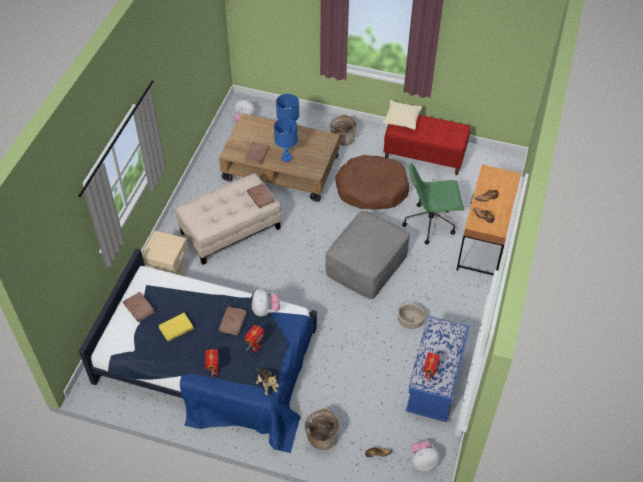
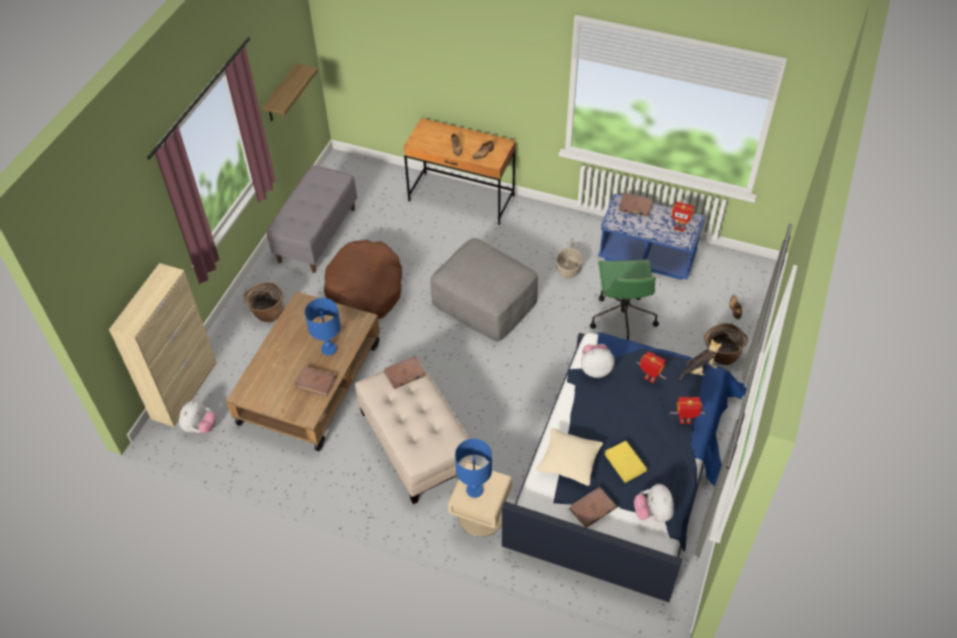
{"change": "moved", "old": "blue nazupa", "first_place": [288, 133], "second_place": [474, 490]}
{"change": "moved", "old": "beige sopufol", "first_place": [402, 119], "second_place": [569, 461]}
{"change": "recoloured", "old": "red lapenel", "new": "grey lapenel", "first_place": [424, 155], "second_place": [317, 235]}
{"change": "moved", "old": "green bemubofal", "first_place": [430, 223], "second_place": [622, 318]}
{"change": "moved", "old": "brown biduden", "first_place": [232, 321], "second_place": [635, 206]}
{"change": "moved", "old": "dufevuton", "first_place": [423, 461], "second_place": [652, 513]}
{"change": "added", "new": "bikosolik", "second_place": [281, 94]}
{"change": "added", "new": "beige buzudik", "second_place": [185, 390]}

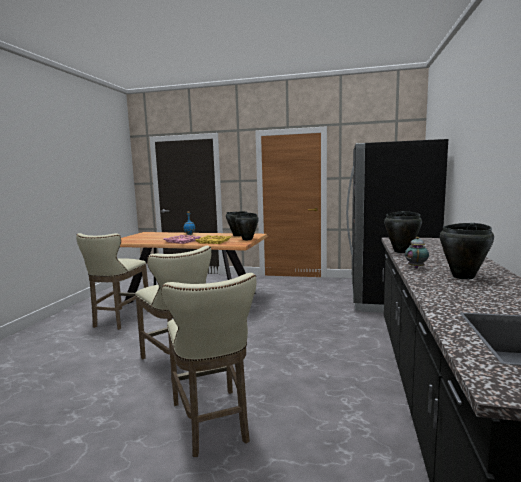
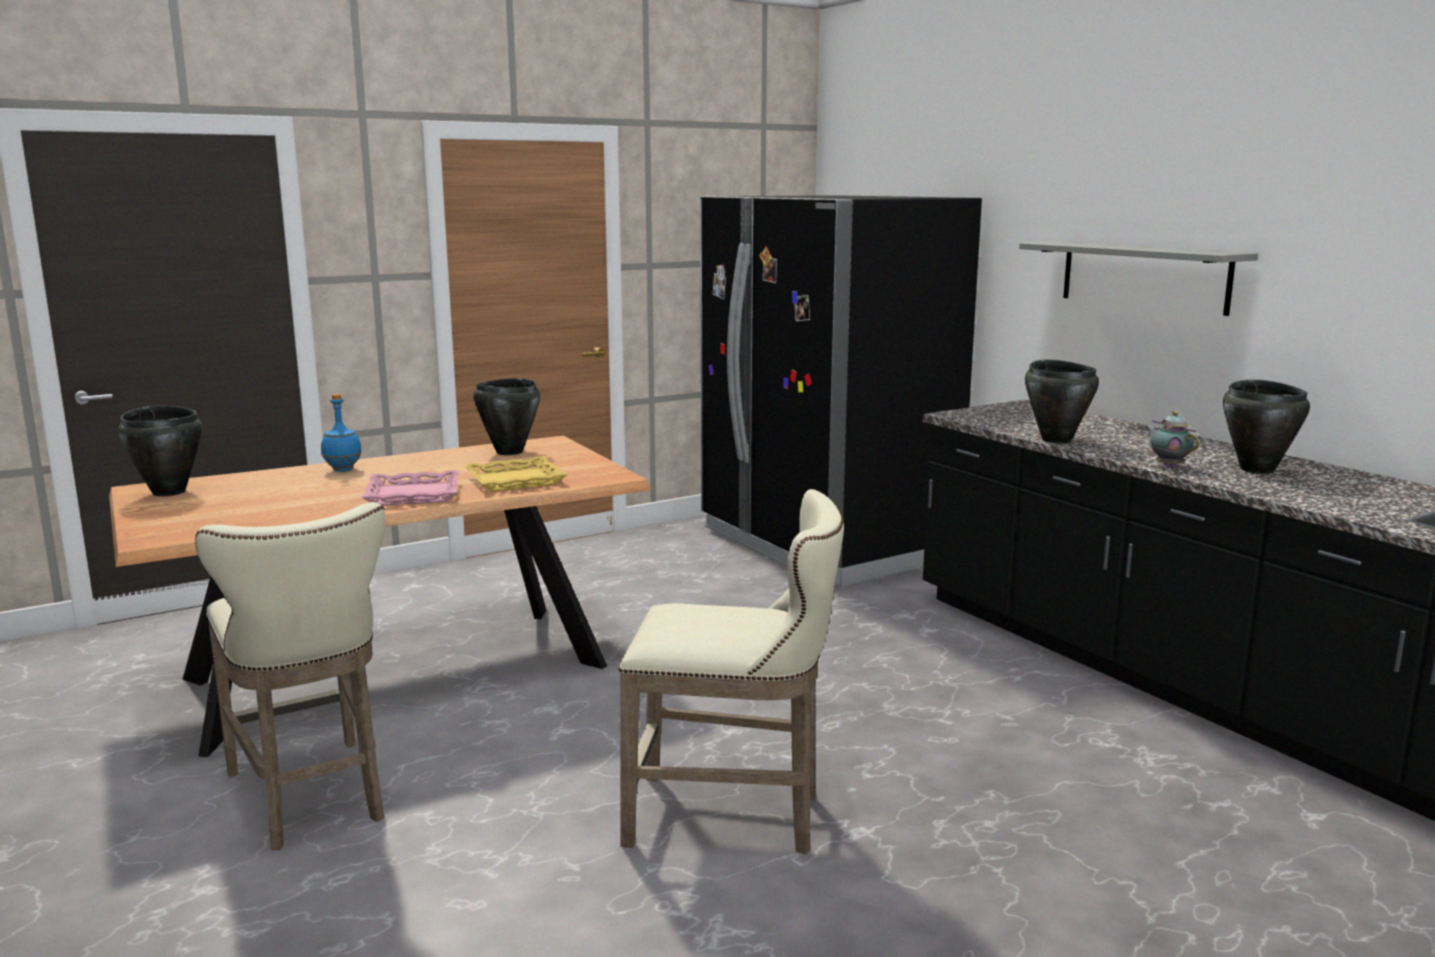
{"change": "moved", "old": "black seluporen", "first_place": [247, 239], "second_place": [169, 492]}
{"change": "removed", "old": "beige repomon", "first_place": [212, 424]}
{"change": "added", "new": "grey bikosolik", "second_place": [1143, 276]}

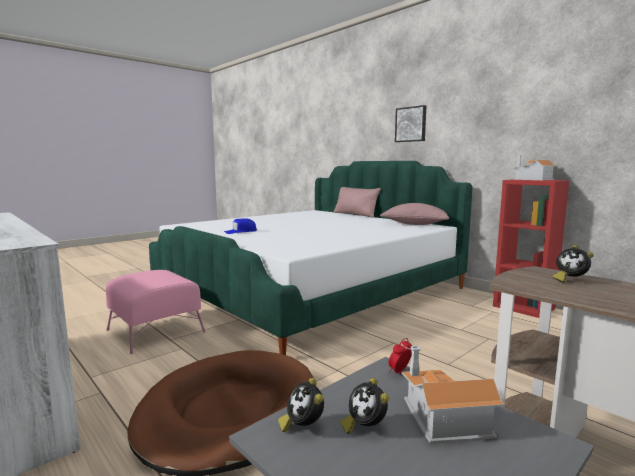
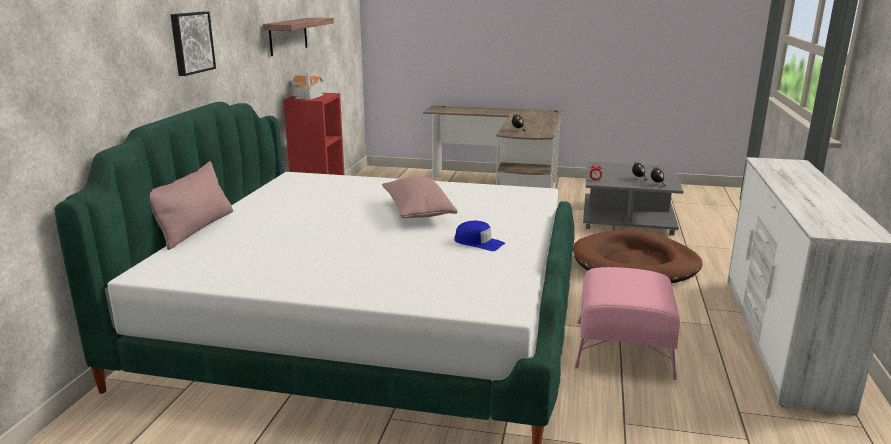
{"change": "moved", "old": "pink sopufol", "first_place": [415, 224], "second_place": [417, 212]}
{"change": "removed", "old": "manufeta", "first_place": [441, 418]}
{"change": "added", "new": "bikosolik", "second_place": [288, 36]}

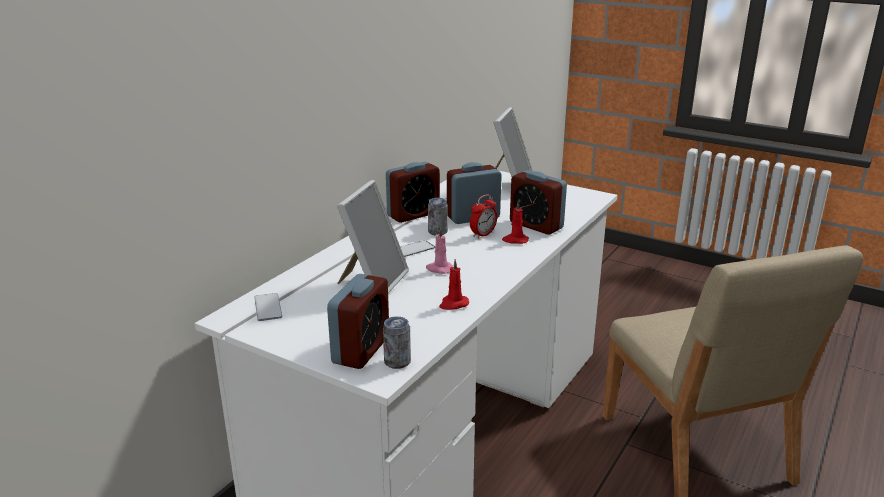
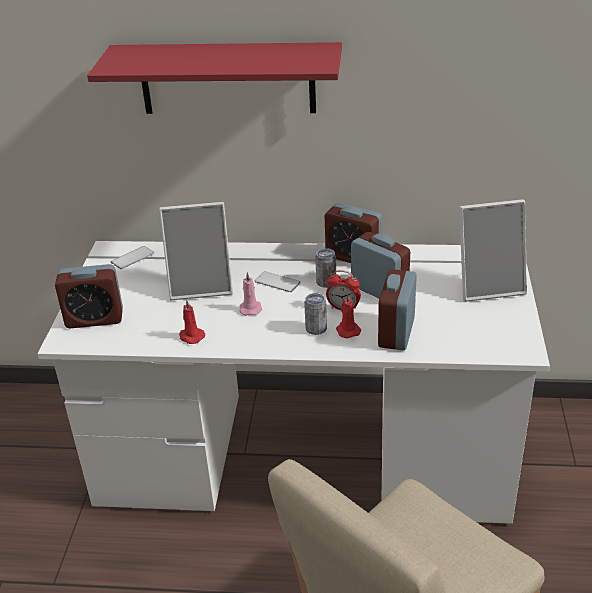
{"change": "moved", "old": "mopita", "first_place": [397, 362], "second_place": [316, 329]}
{"change": "added", "new": "red bikosolik", "second_place": [227, 78]}

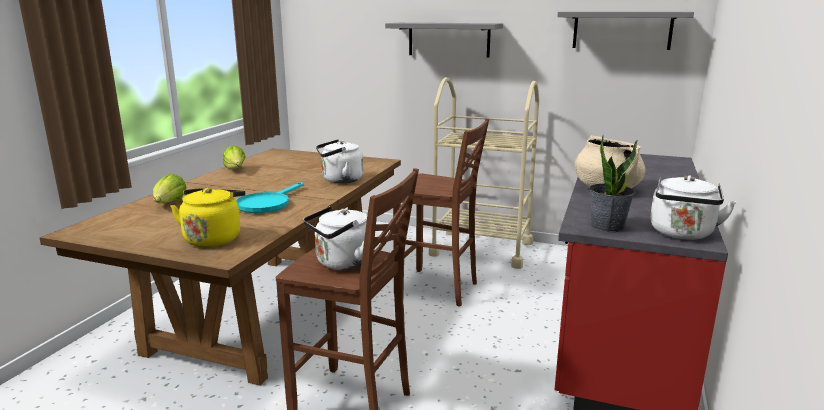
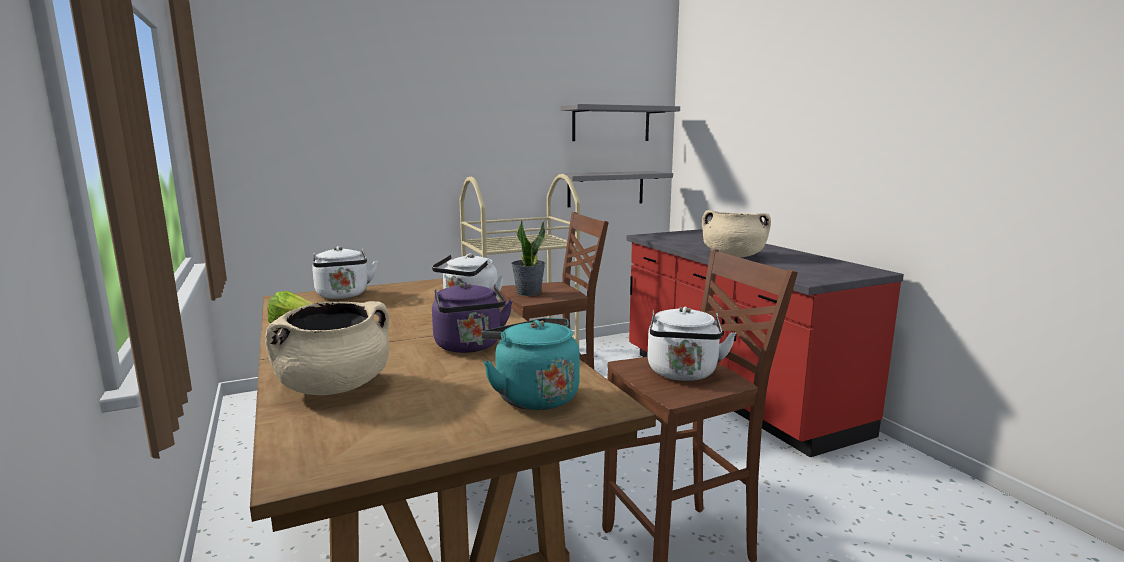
{"change": "moved", "old": "grey bikosolik", "first_place": [448, 39], "second_place": [605, 188]}
{"change": "moved", "old": "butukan", "first_place": [607, 226], "second_place": [528, 292]}
{"change": "replaced", "old": "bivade", "new": "beige seluporen", "first_place": [169, 204], "second_place": [335, 387]}
{"change": "moved", "old": "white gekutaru", "first_place": [682, 234], "second_place": [343, 295]}
{"change": "replaced", "old": "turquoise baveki", "new": "purple gekutaru", "first_place": [267, 204], "second_place": [469, 347]}
{"change": "recoloured", "old": "yellow gekutaru", "new": "turquoise gekutaru", "first_place": [213, 238], "second_place": [533, 396]}

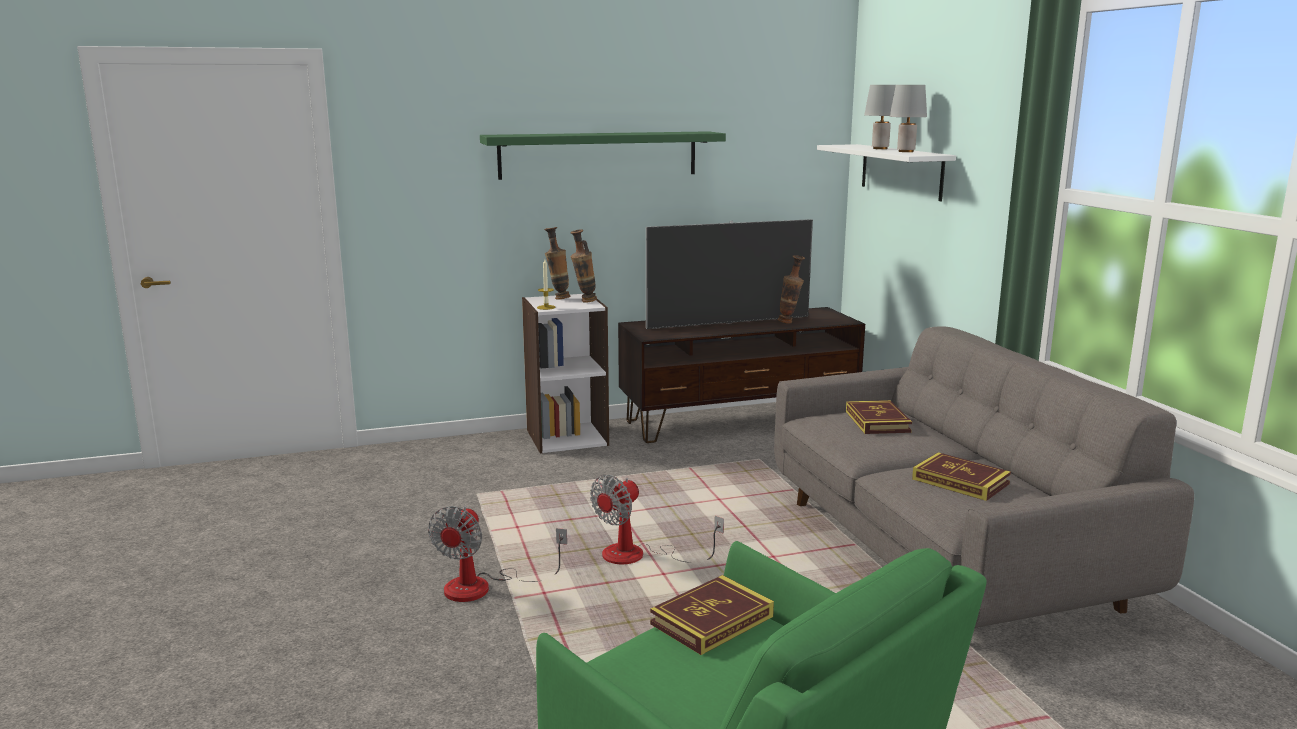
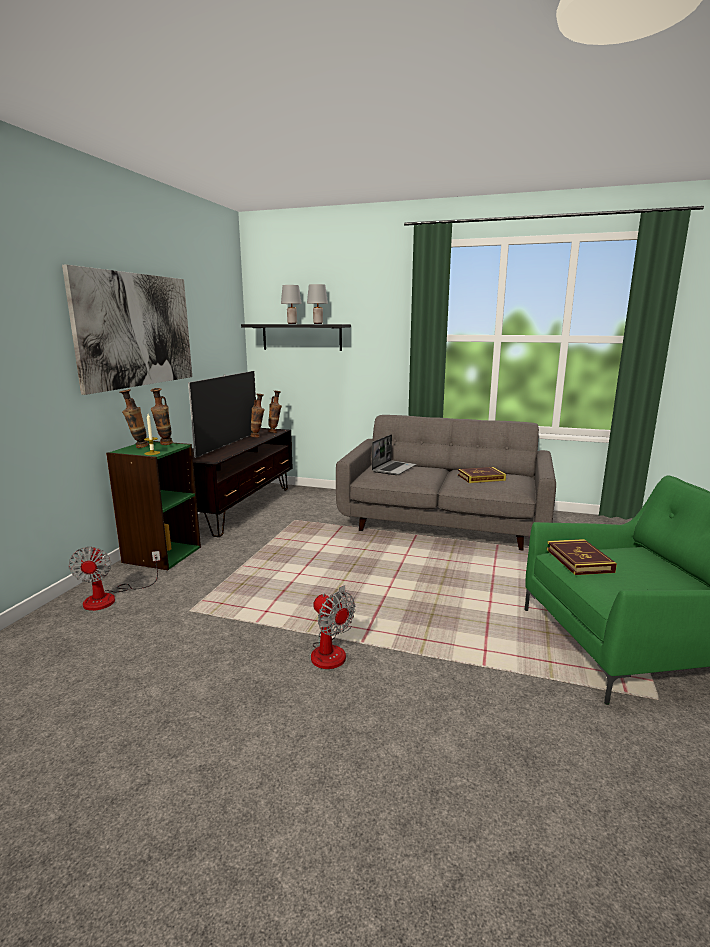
{"change": "replaced", "old": "green bikosolik", "new": "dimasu", "first_place": [598, 155], "second_place": [136, 330]}
{"change": "recoloured", "old": "white bikosolik", "new": "black bikosolik", "first_place": [901, 171], "second_place": [301, 337]}
{"change": "recoloured", "old": "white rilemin", "new": "green rilemin", "first_place": [567, 437], "second_place": [161, 554]}
{"change": "replaced", "old": "biduden", "new": "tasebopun", "first_place": [877, 421], "second_place": [393, 468]}
{"change": "moved", "old": "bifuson", "first_place": [639, 556], "second_place": [110, 598]}
{"change": "added", "new": "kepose", "second_place": [275, 432]}

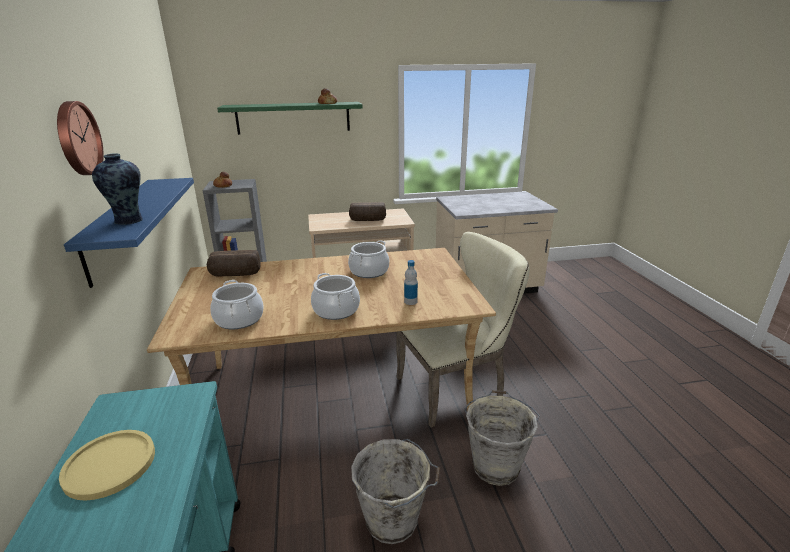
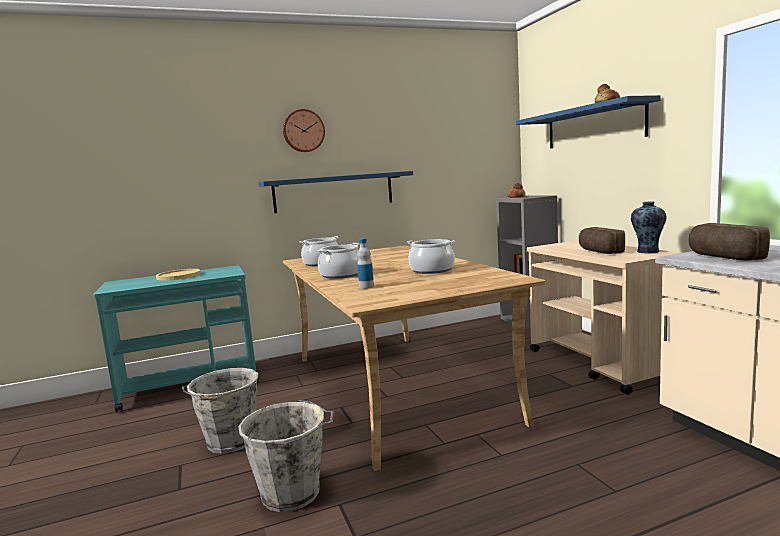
{"change": "recoloured", "old": "green bikosolik", "new": "blue bikosolik", "first_place": [293, 118], "second_place": [593, 126]}
{"change": "moved", "old": "kepose", "first_place": [129, 221], "second_place": [647, 252]}
{"change": "removed", "old": "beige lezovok", "first_place": [456, 387]}
{"change": "moved", "old": "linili", "first_place": [235, 274], "second_place": [723, 257]}

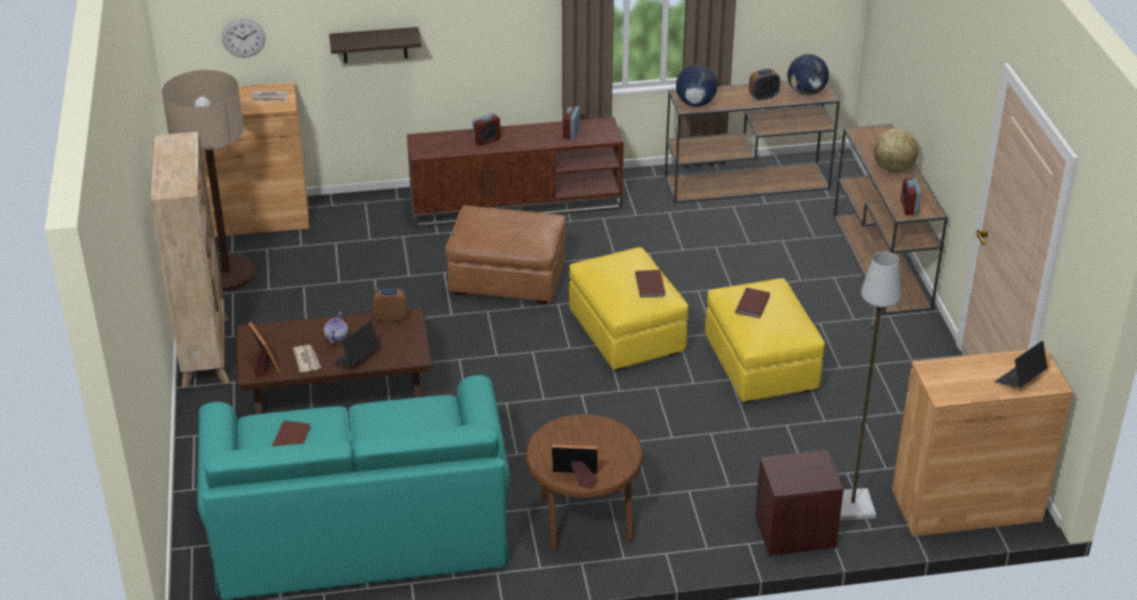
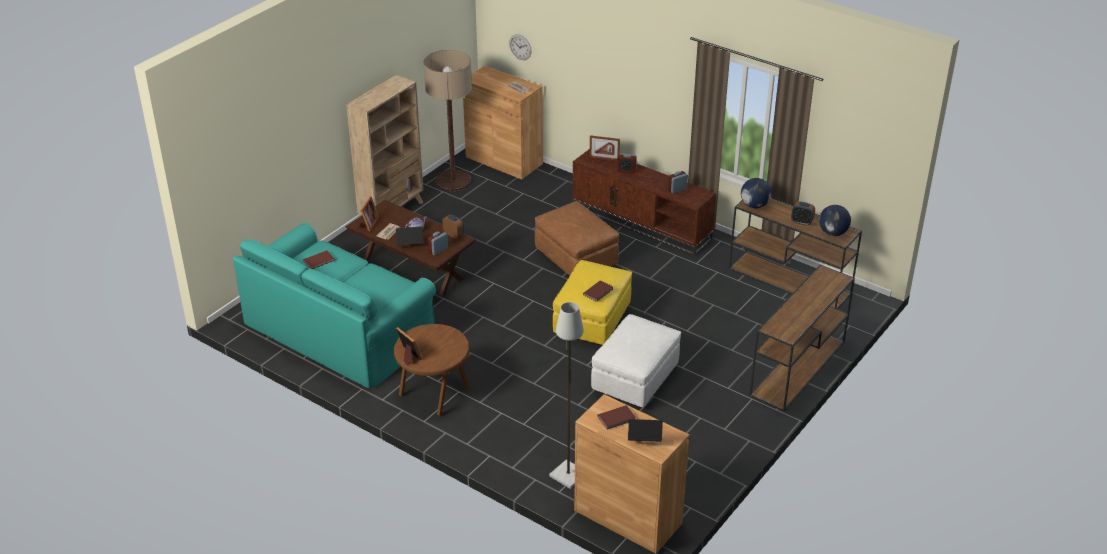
{"change": "removed", "old": "bikosolik", "first_place": [374, 45]}
{"change": "removed", "old": "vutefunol", "first_place": [893, 169]}
{"change": "moved", "old": "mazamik", "first_place": [909, 207], "second_place": [438, 250]}
{"change": "recoloured", "old": "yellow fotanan", "new": "white fotanan", "first_place": [761, 366], "second_place": [635, 379]}
{"change": "moved", "old": "brown biduden", "first_place": [753, 304], "second_place": [617, 418]}
{"change": "removed", "old": "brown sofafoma", "first_place": [795, 532]}
{"change": "added", "new": "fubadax", "second_place": [604, 158]}

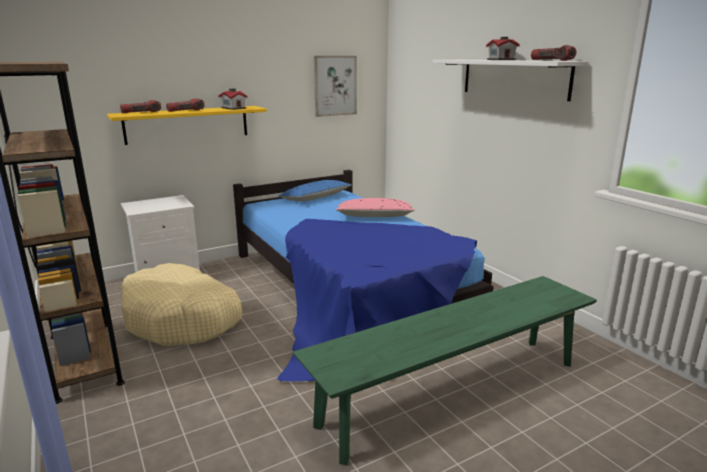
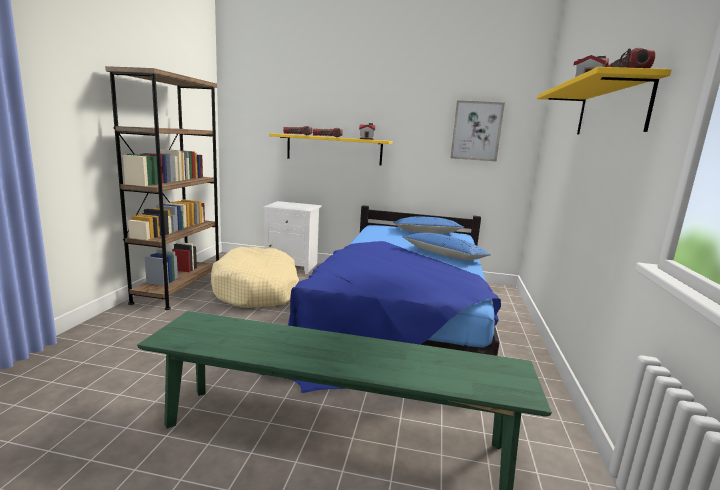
{"change": "recoloured", "old": "white bikosolik", "new": "yellow bikosolik", "first_place": [514, 78], "second_place": [610, 110]}
{"change": "recoloured", "old": "pink sopufol", "new": "blue sopufol", "first_place": [374, 216], "second_place": [444, 255]}

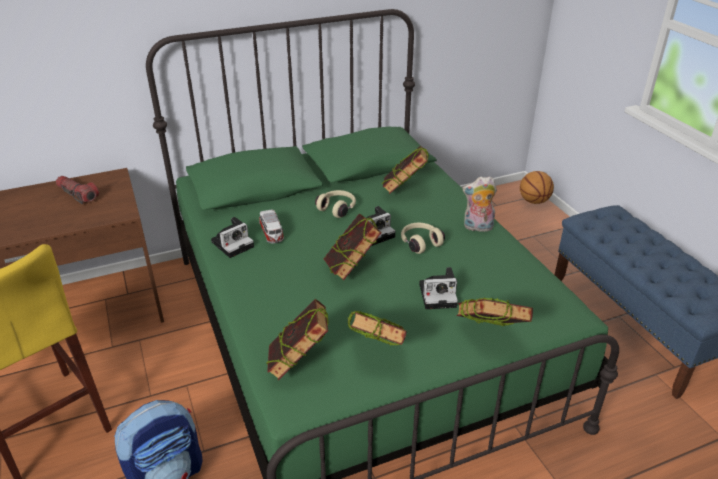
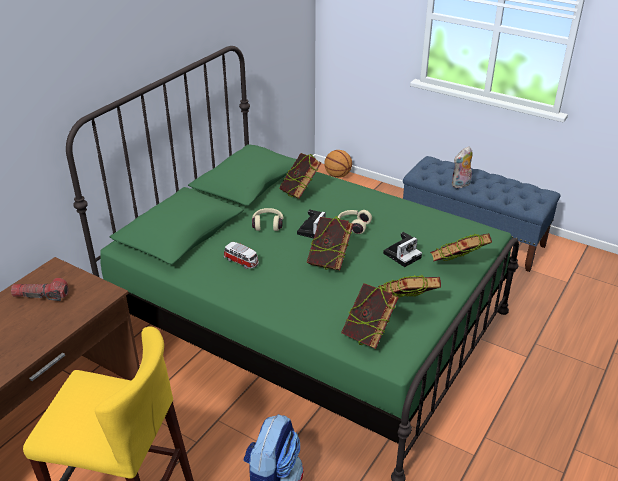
{"change": "moved", "old": "dufevuton", "first_place": [477, 227], "second_place": [461, 185]}
{"change": "removed", "old": "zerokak", "first_place": [233, 243]}

